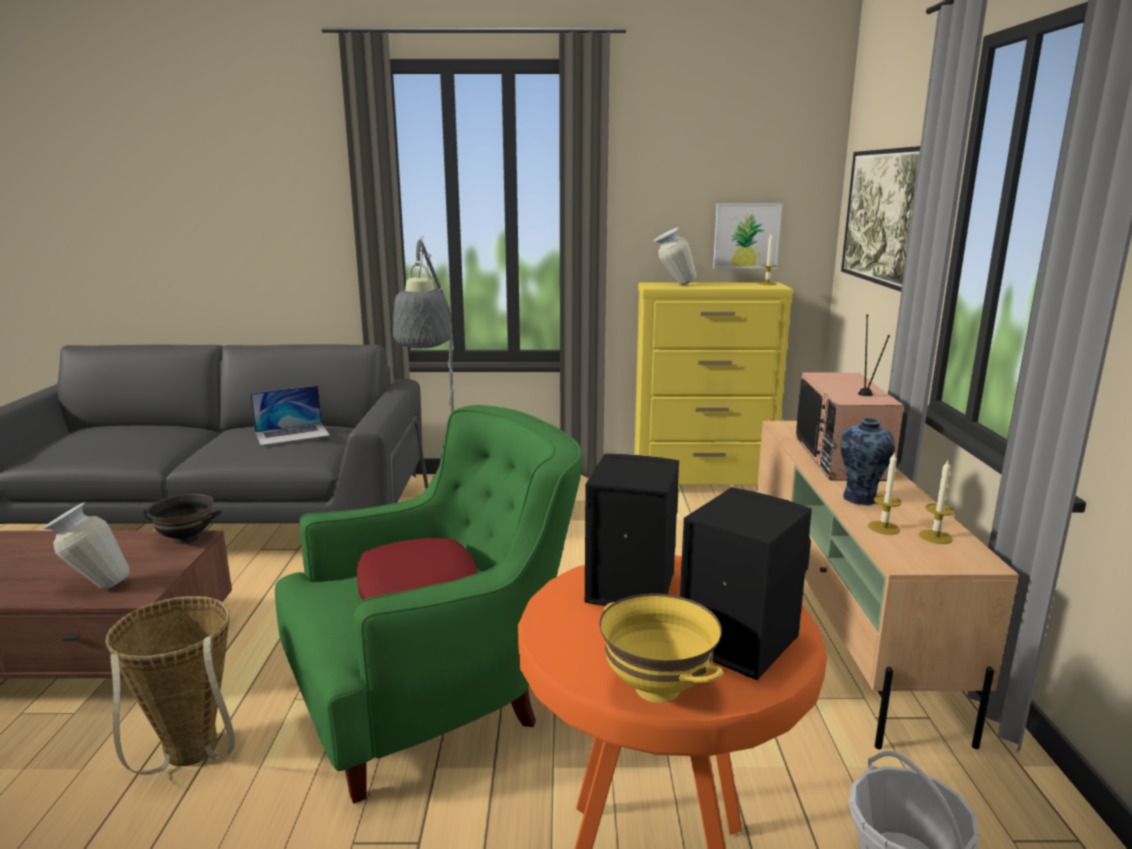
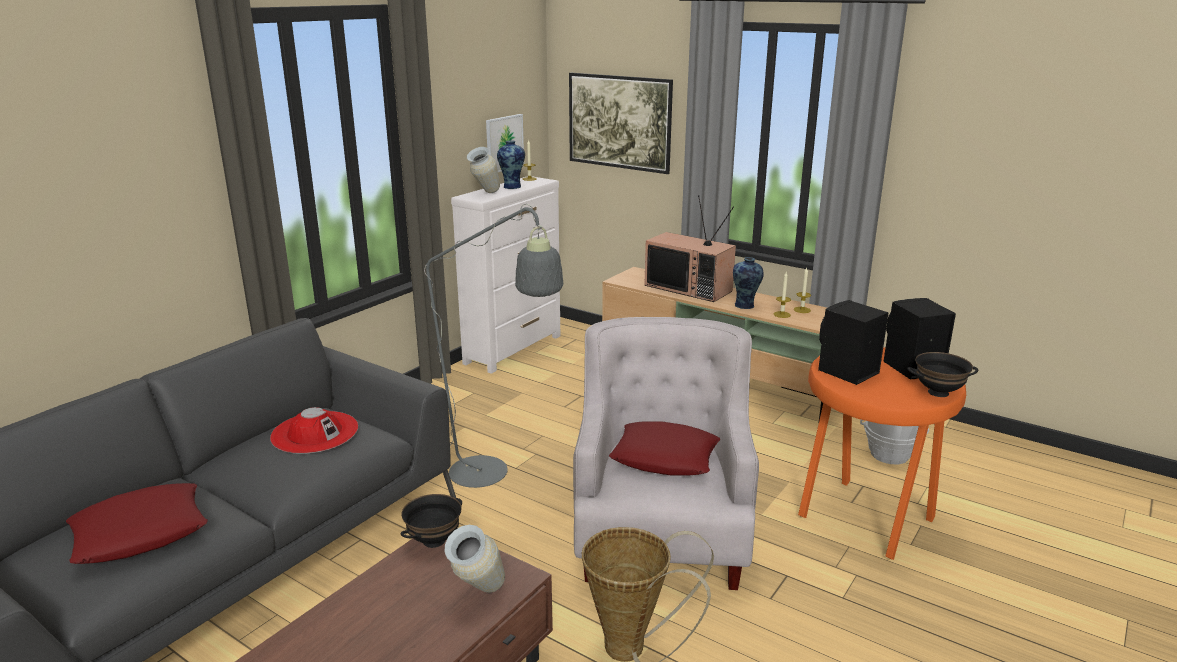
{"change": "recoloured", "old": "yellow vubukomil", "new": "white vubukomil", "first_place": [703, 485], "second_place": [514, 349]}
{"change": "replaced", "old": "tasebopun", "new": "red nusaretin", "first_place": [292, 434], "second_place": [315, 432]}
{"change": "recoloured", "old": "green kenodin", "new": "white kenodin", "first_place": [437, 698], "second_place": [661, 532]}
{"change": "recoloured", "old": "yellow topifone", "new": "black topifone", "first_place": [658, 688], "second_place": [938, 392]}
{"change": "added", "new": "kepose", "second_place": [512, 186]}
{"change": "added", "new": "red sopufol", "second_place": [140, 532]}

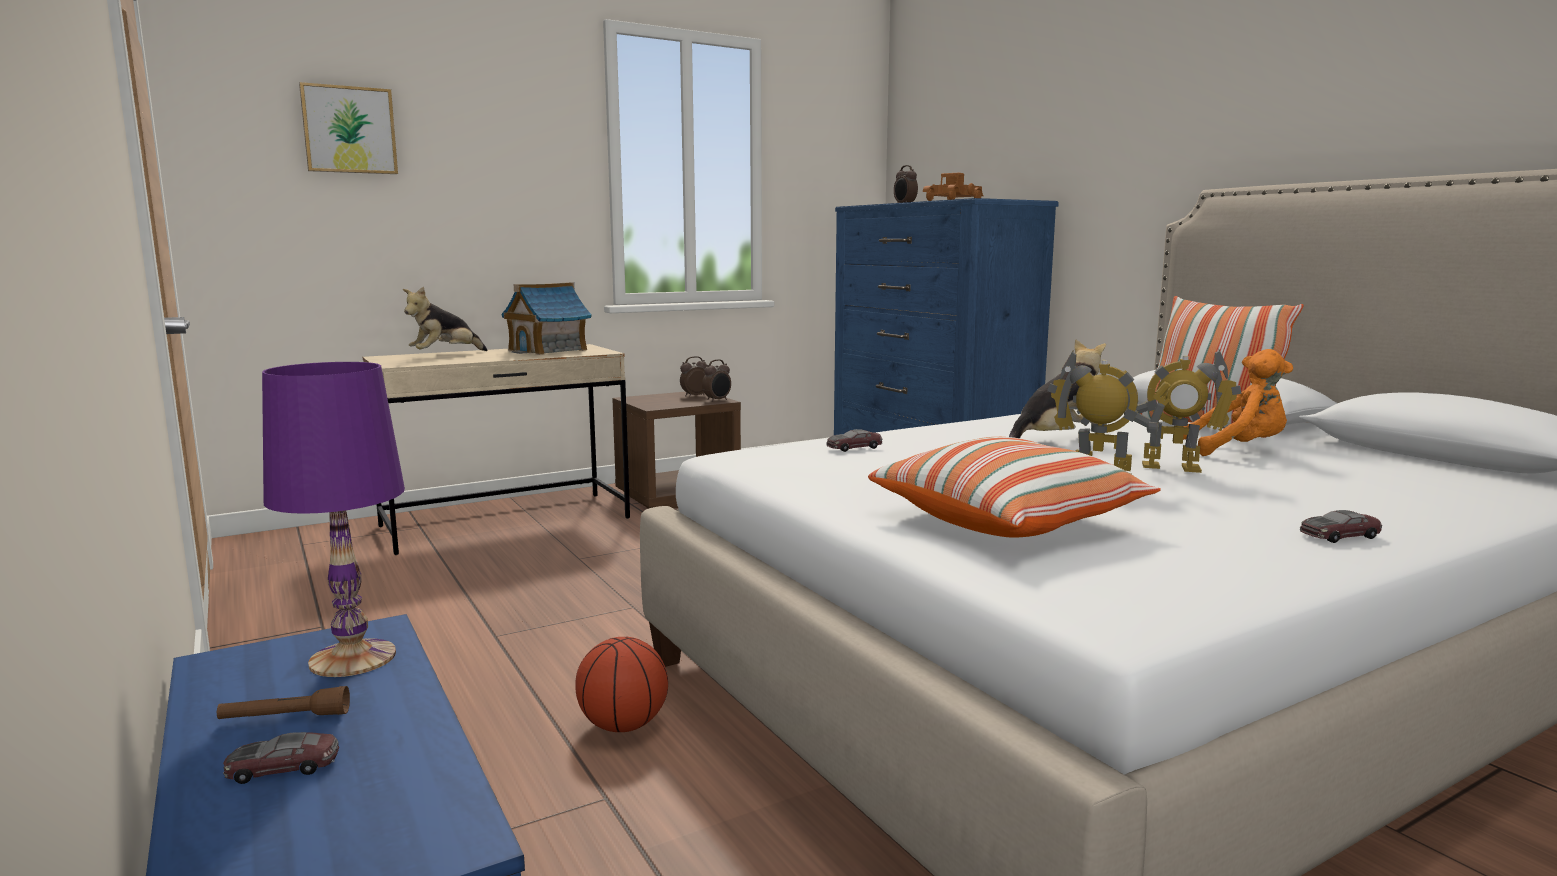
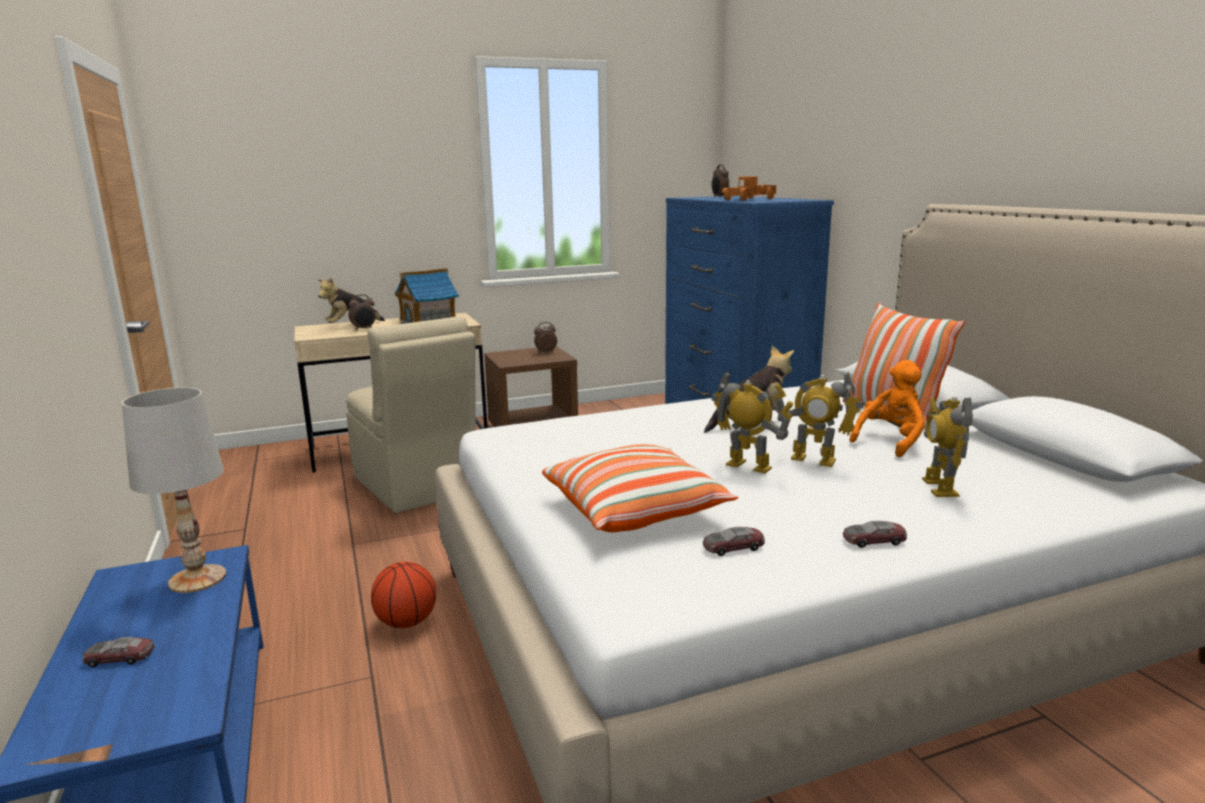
{"change": "removed", "old": "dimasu", "first_place": [349, 130]}
{"change": "turned", "old": "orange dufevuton", "first_place": [1238, 450], "second_place": [891, 441], "degrees": -60}
{"change": "moved", "old": "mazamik", "first_place": [717, 400], "second_place": [364, 329]}
{"change": "recoloured", "old": "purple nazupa", "new": "white nazupa", "first_place": [354, 658], "second_place": [198, 578]}
{"change": "moved", "old": "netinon", "first_place": [854, 447], "second_place": [733, 547]}
{"change": "removed", "old": "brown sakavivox", "first_place": [285, 718]}
{"change": "added", "new": "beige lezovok", "second_place": [416, 485]}
{"change": "added", "new": "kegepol", "second_place": [939, 487]}

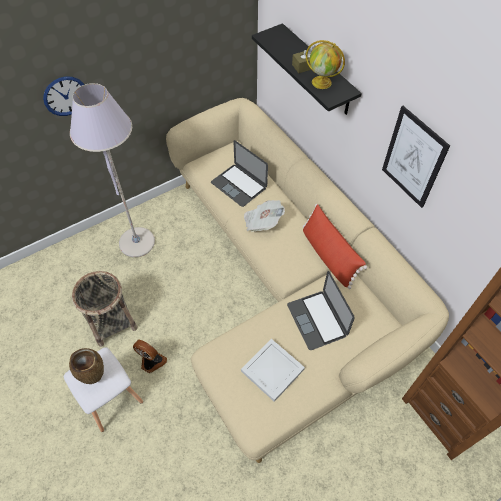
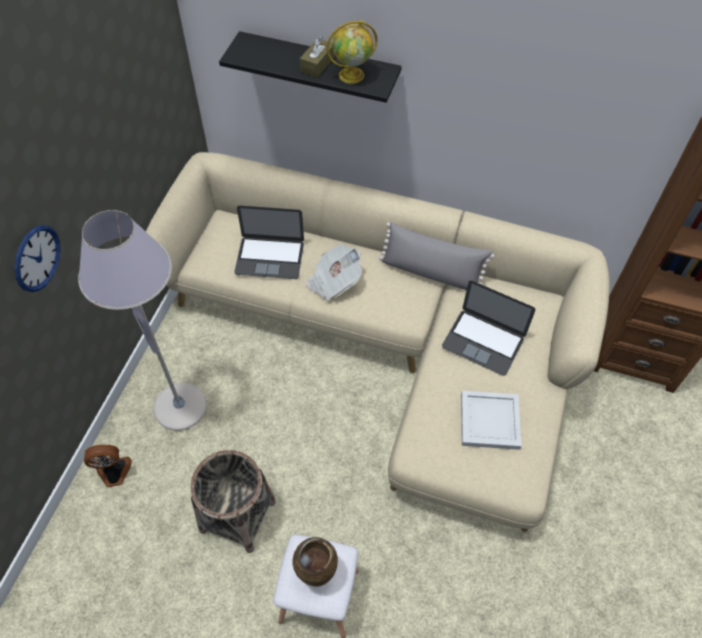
{"change": "removed", "old": "dimasu", "first_place": [413, 158]}
{"change": "recoloured", "old": "red sopufol", "new": "grey sopufol", "first_place": [328, 256], "second_place": [431, 272]}
{"change": "moved", "old": "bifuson", "first_place": [151, 362], "second_place": [114, 472]}

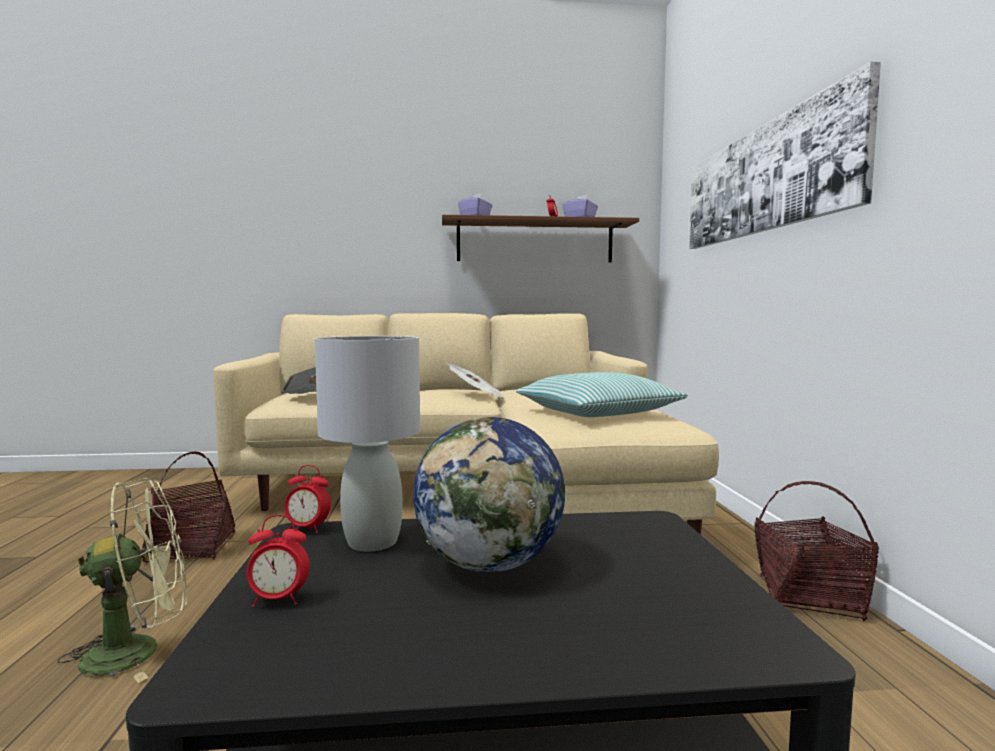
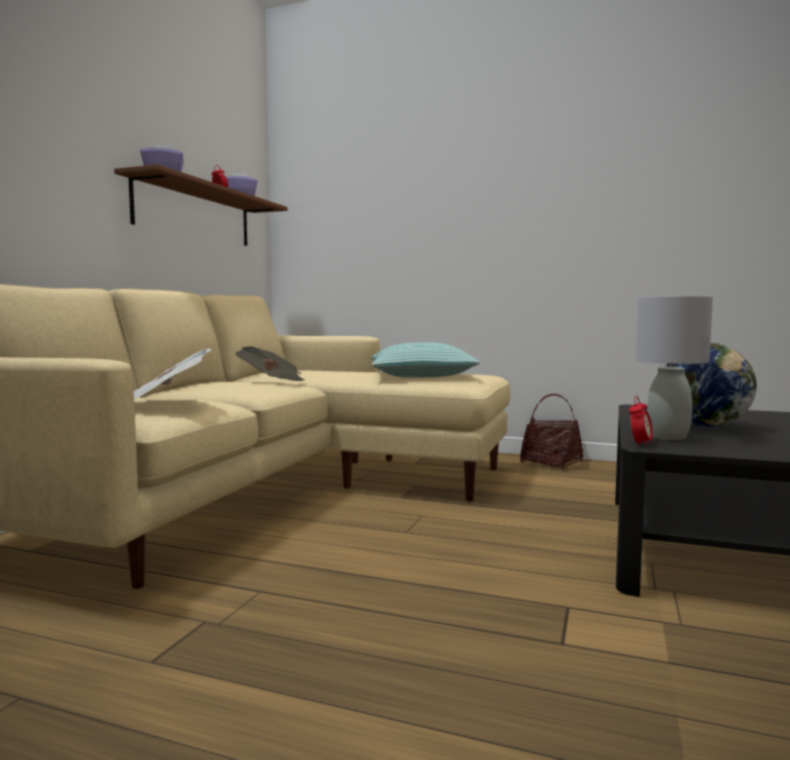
{"change": "removed", "old": "dimasu", "first_place": [763, 180]}
{"change": "removed", "old": "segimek", "first_place": [191, 548]}
{"change": "removed", "old": "green bifuson", "first_place": [138, 651]}
{"change": "removed", "old": "mazamik", "first_place": [278, 600]}

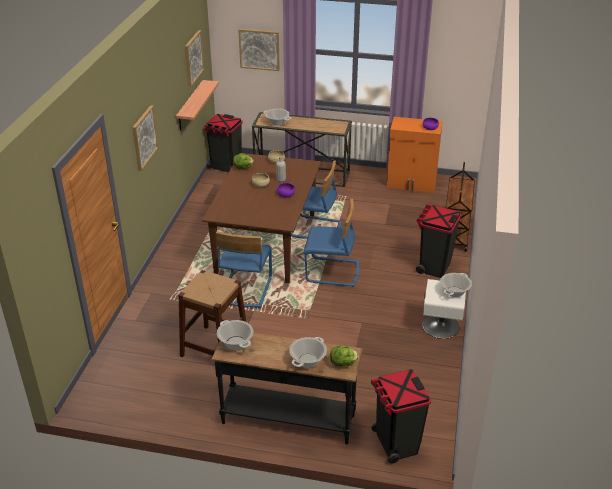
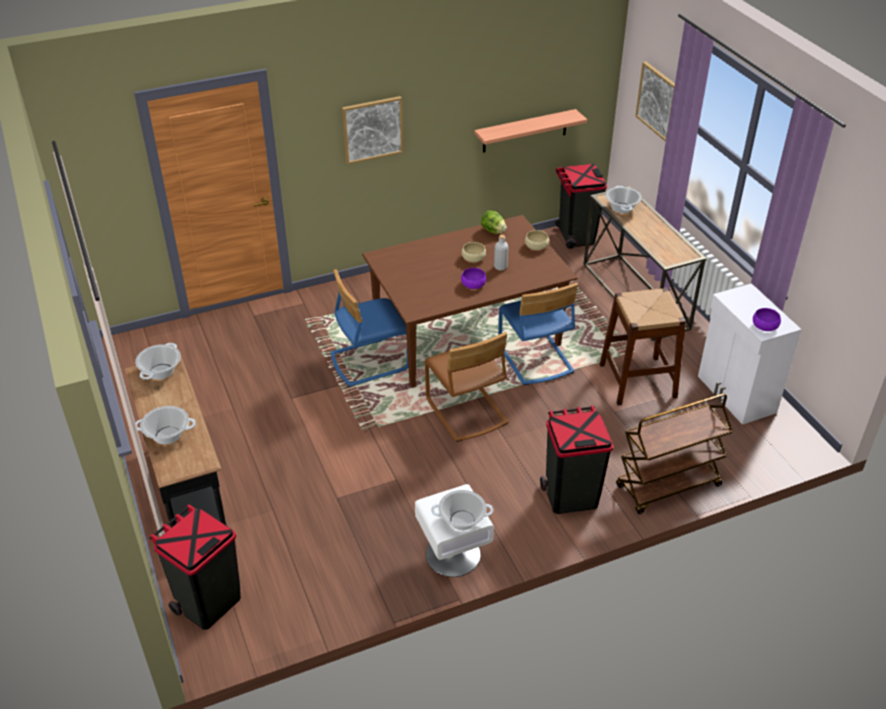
{"change": "removed", "old": "dimasu", "first_place": [193, 58]}
{"change": "recoloured", "old": "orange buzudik", "new": "white buzudik", "first_place": [411, 184], "second_place": [735, 395]}
{"change": "recoloured", "old": "blue lezovok", "new": "brown lezovok", "first_place": [332, 272], "second_place": [466, 412]}
{"change": "moved", "old": "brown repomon", "first_place": [215, 347], "second_place": [637, 380]}
{"change": "removed", "old": "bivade", "first_place": [343, 364]}

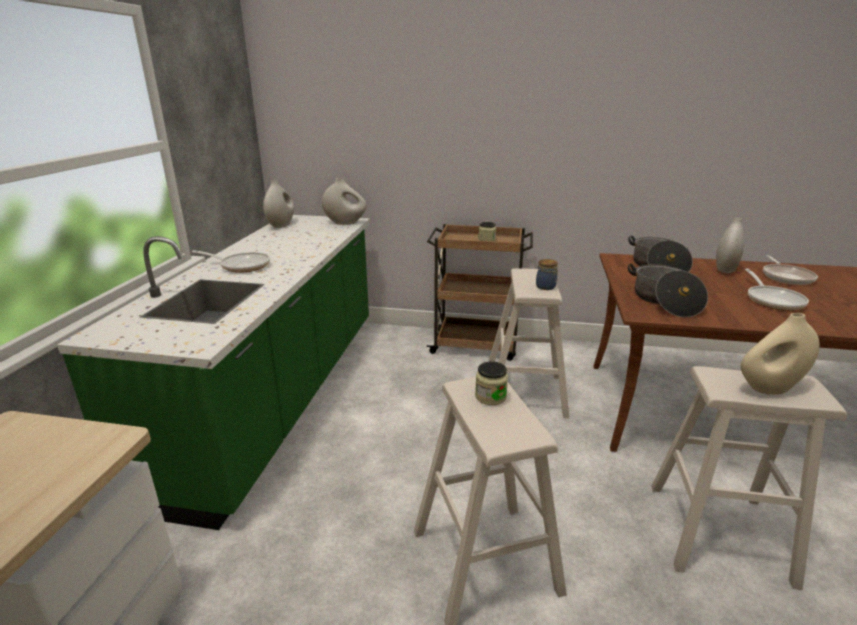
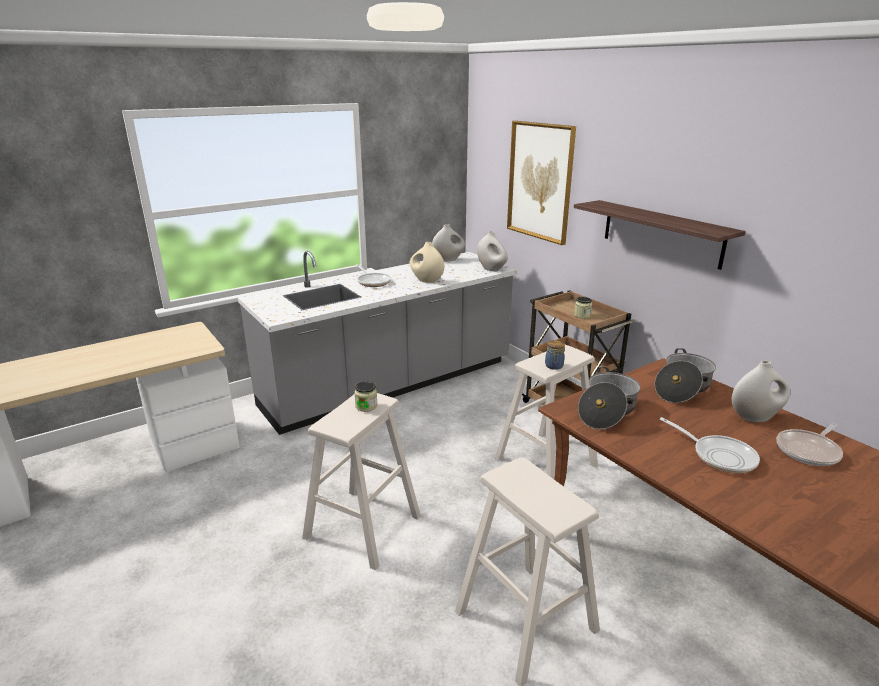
{"change": "recoloured", "old": "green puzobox", "new": "grey puzobox", "first_place": [279, 397], "second_place": [390, 384]}
{"change": "turned", "old": "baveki", "first_place": [772, 300], "second_place": [719, 456], "degrees": -90}
{"change": "moved", "old": "beige kepose", "first_place": [769, 388], "second_place": [426, 281]}
{"change": "added", "new": "dimasu", "second_place": [540, 181]}
{"change": "added", "new": "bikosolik", "second_place": [661, 233]}

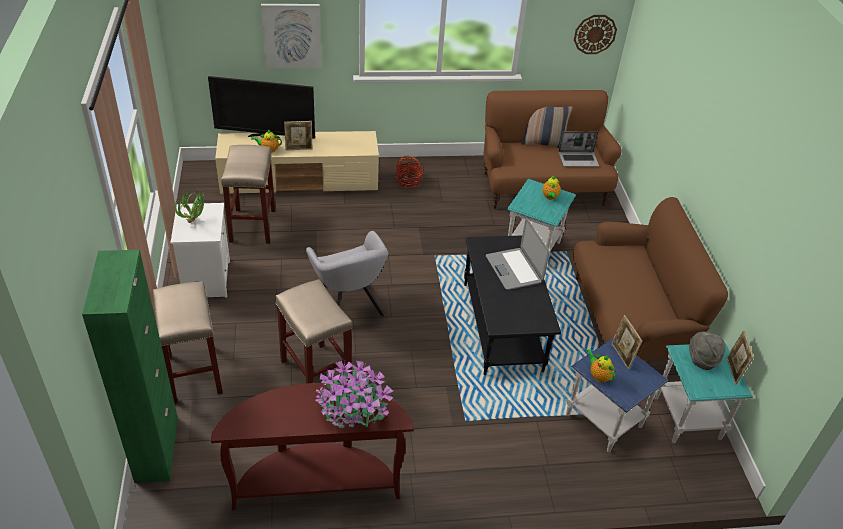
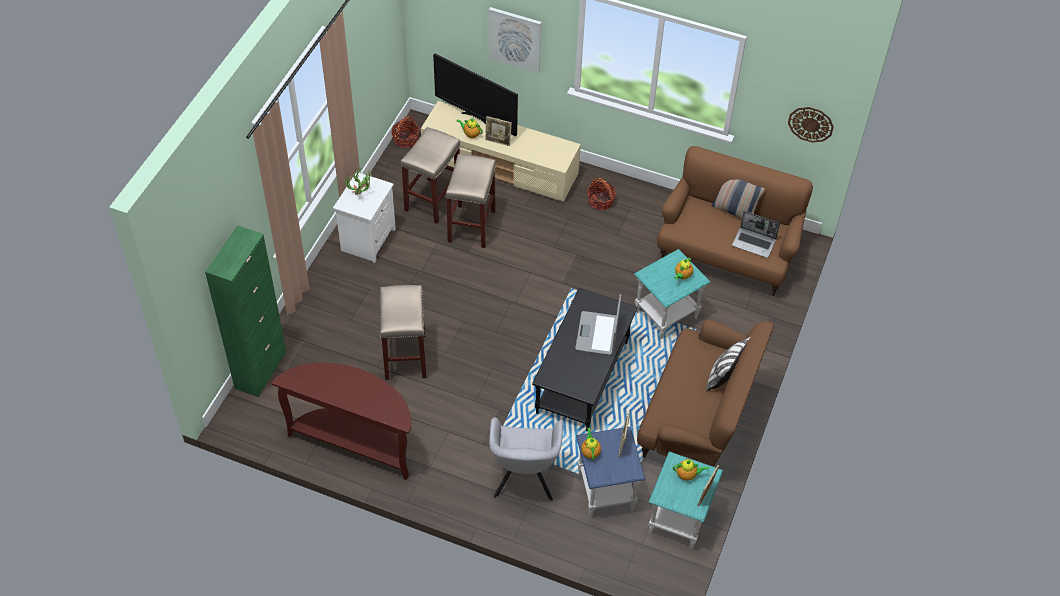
{"change": "moved", "old": "grey kenodin", "first_place": [349, 308], "second_place": [524, 479]}
{"change": "moved", "old": "beige repomon", "first_place": [195, 375], "second_place": [472, 227]}
{"change": "replaced", "old": "grey nusaretin", "new": "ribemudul", "first_place": [701, 360], "second_place": [687, 475]}
{"change": "removed", "old": "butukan", "first_place": [353, 410]}
{"change": "added", "new": "segimek", "second_place": [406, 139]}
{"change": "added", "new": "sopufol", "second_place": [724, 377]}

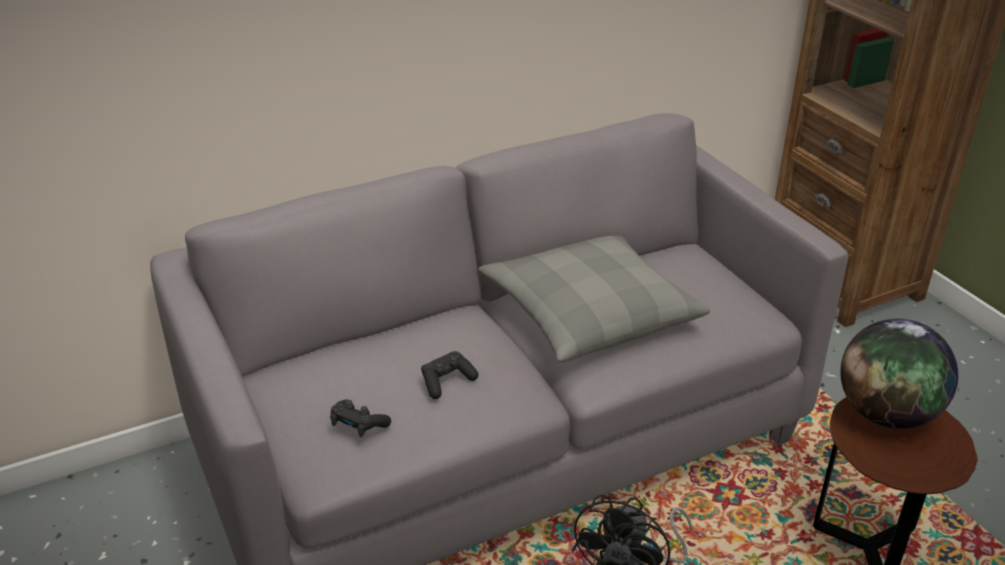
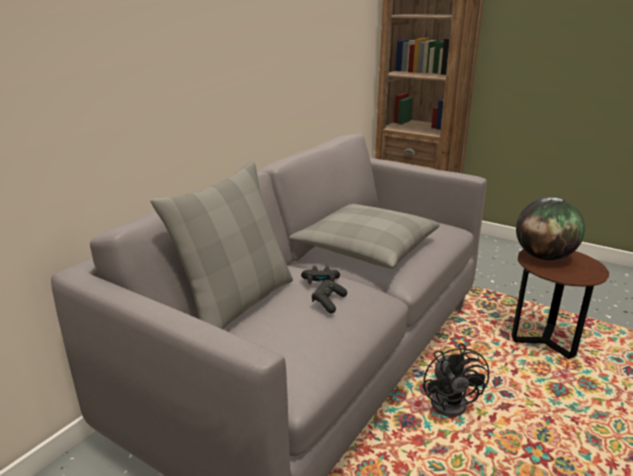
{"change": "moved", "old": "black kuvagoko", "first_place": [358, 425], "second_place": [320, 282]}
{"change": "added", "new": "grey sopufol", "second_place": [237, 303]}

